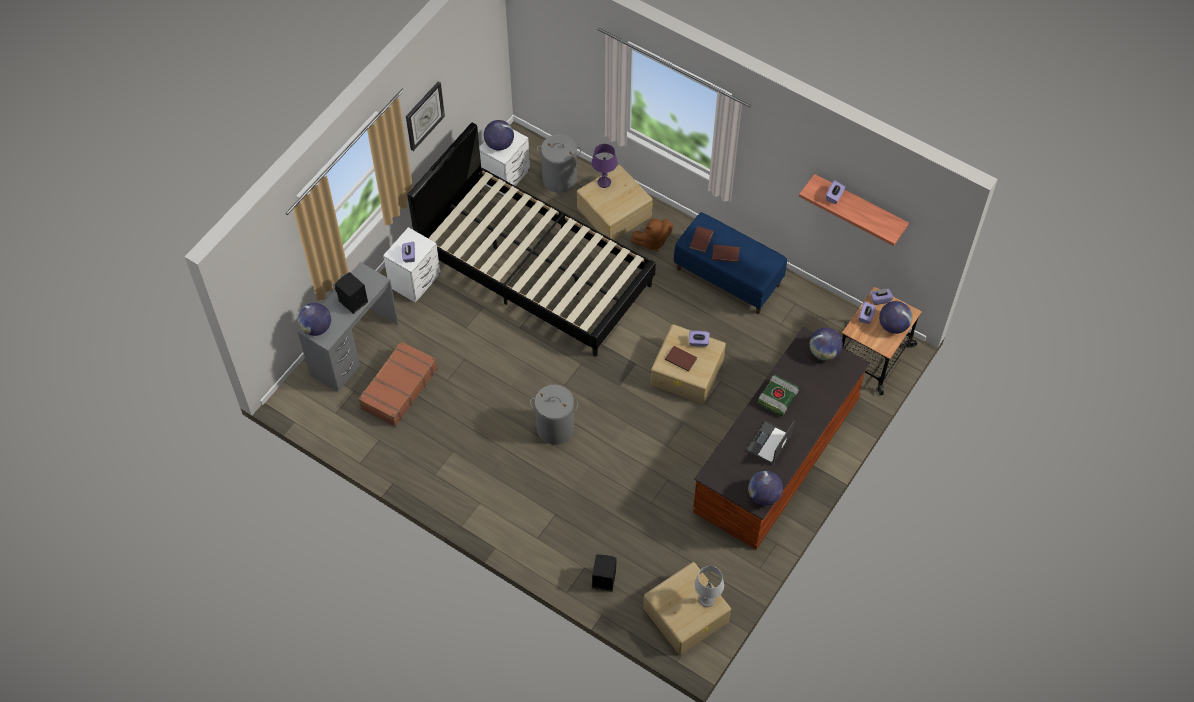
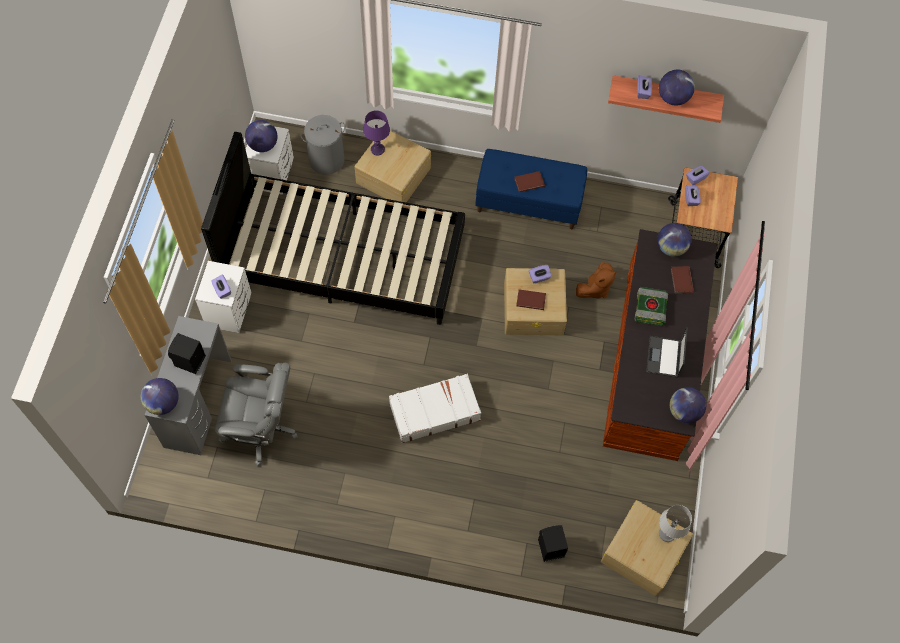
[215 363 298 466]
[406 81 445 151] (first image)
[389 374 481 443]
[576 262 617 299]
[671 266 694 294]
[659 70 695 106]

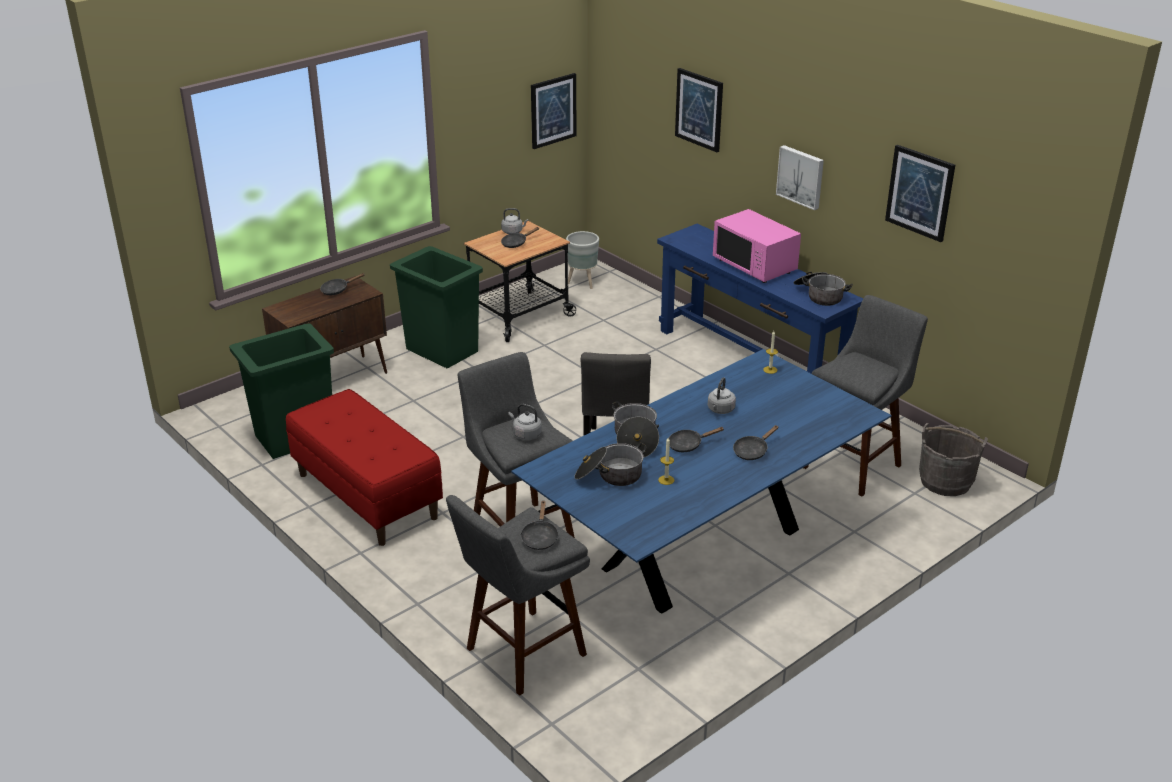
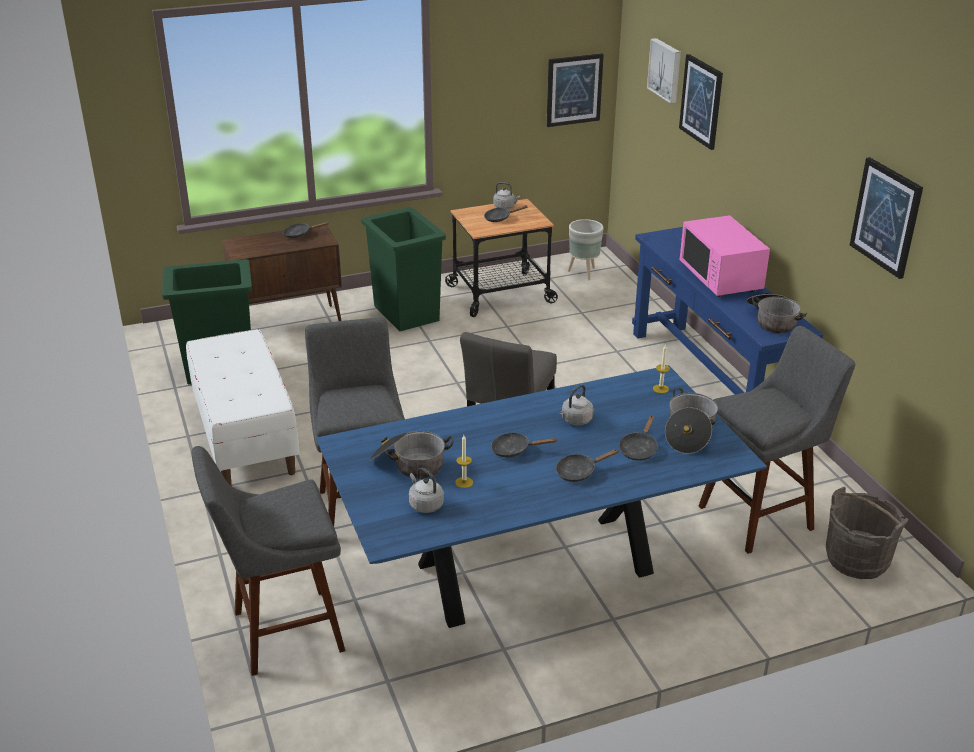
[186 329 300 486]
[409 468 444 513]
[619 415 658 461]
[665 388 718 454]
[647 38 681 103]

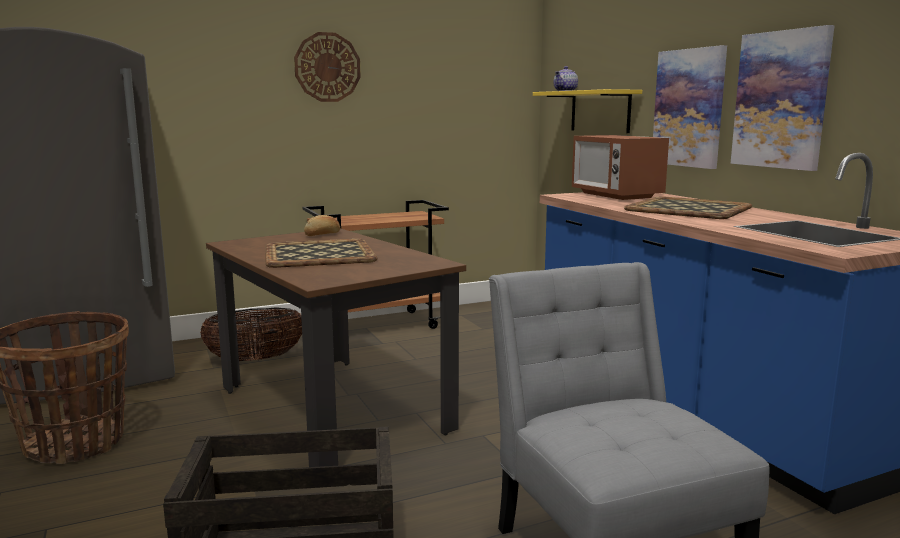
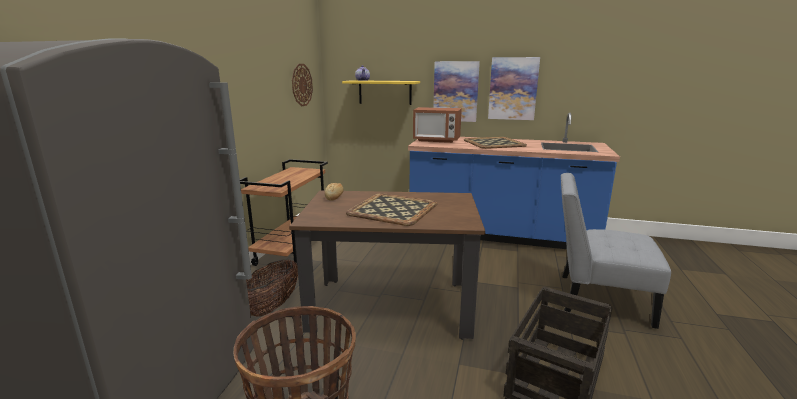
[292 64 313 106]

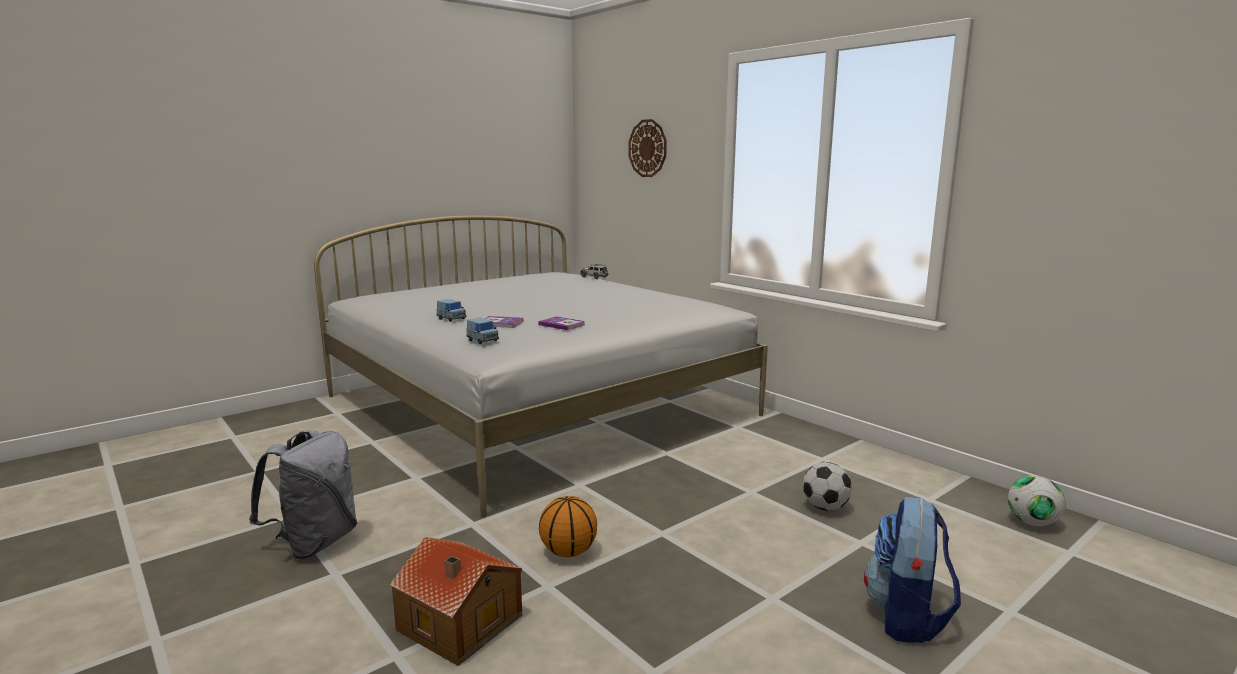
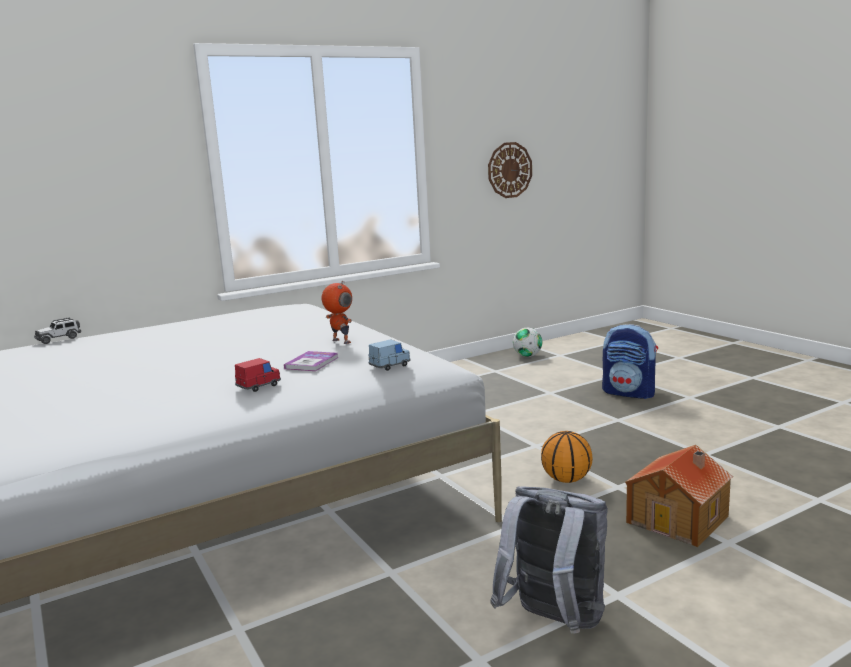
[235 358 281 392]
[322 281 352 344]
[488 142 532 198]
[803 462 852 511] (first image)

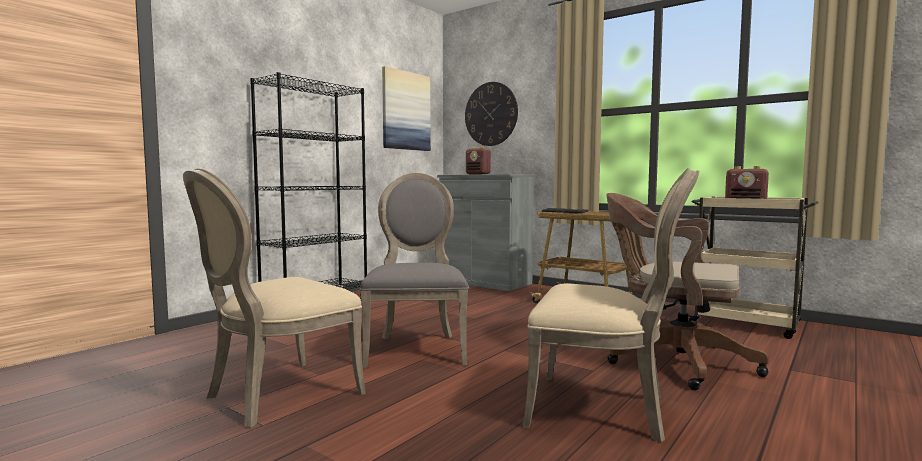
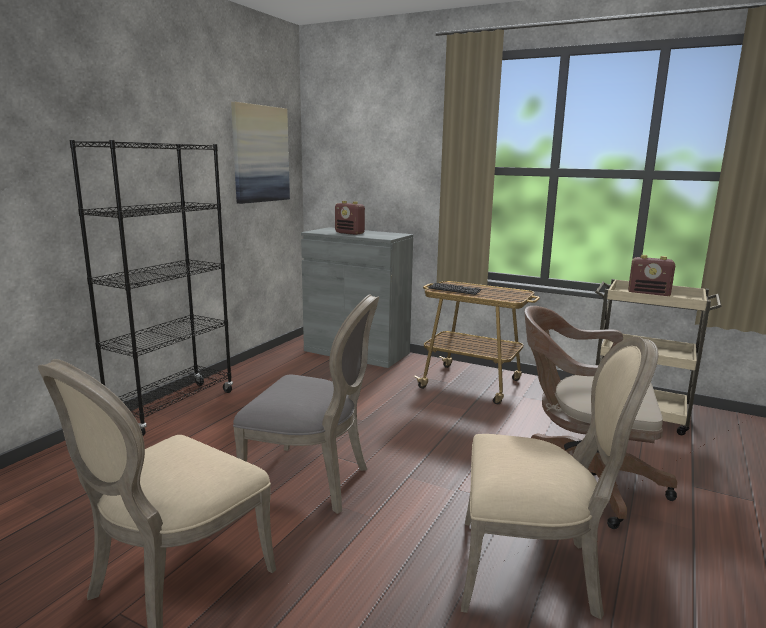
[233 294 379 514]
[465 82 518 146] (first image)

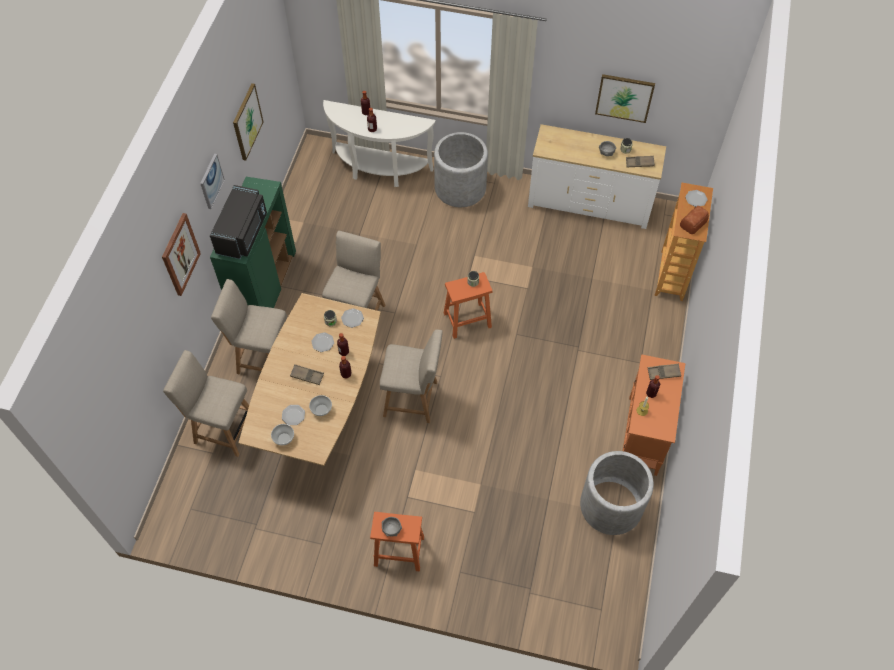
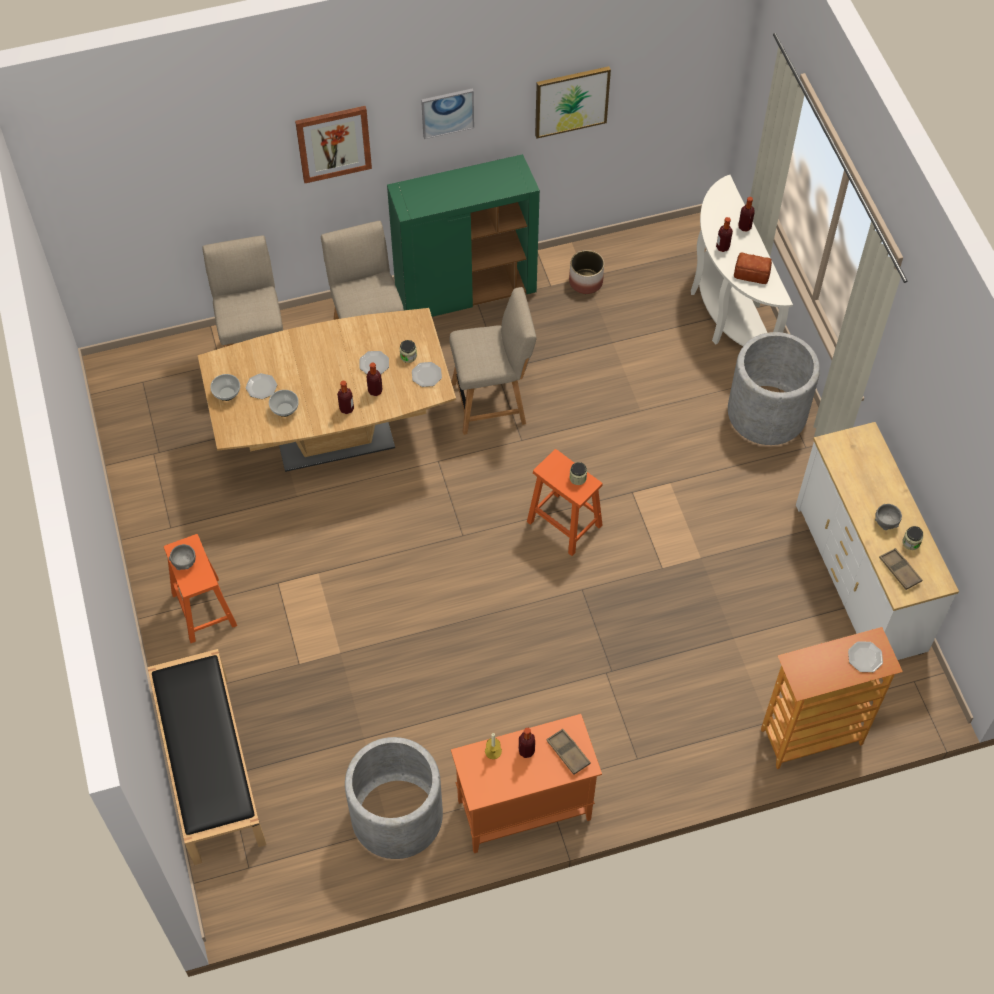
[210 185 267 259] (first image)
[290 364 324 385] (first image)
[380 329 443 423] (first image)
[595 74 655 123] (first image)
[734 252 772 284]
[147 649 266 865]
[569 250 604 294]

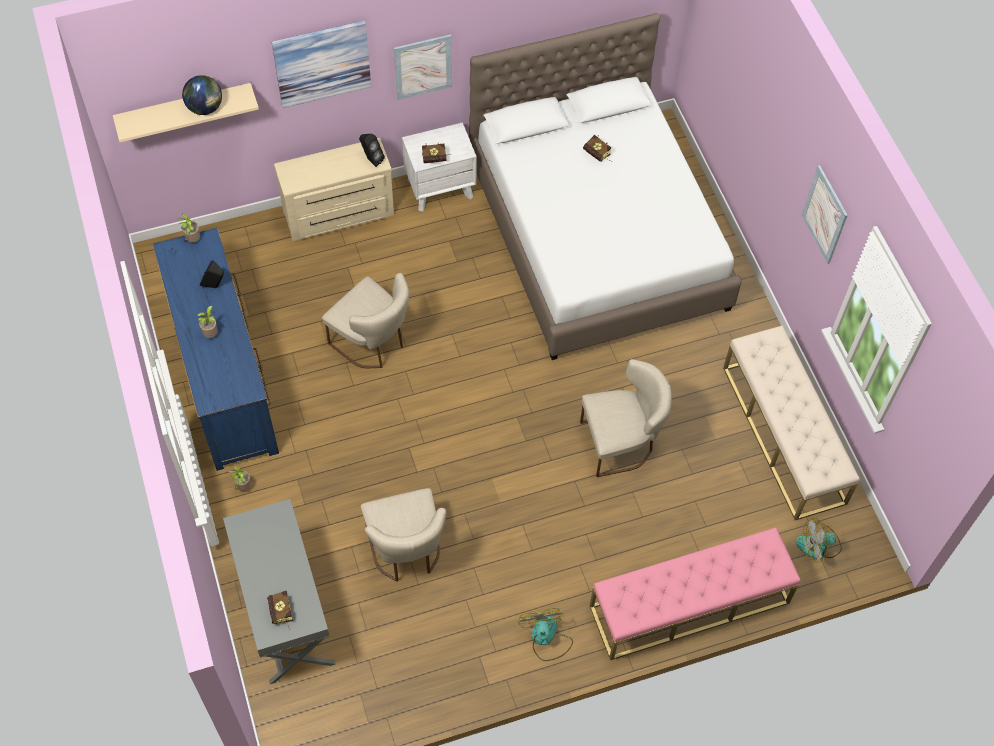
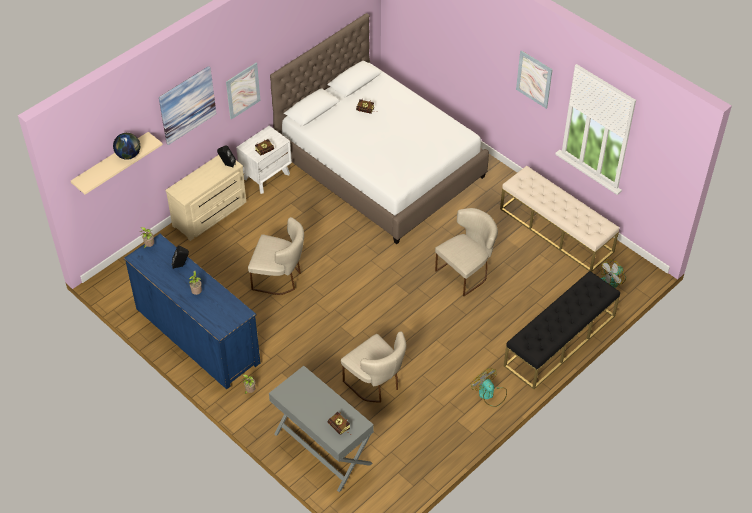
[504 271 620 389]

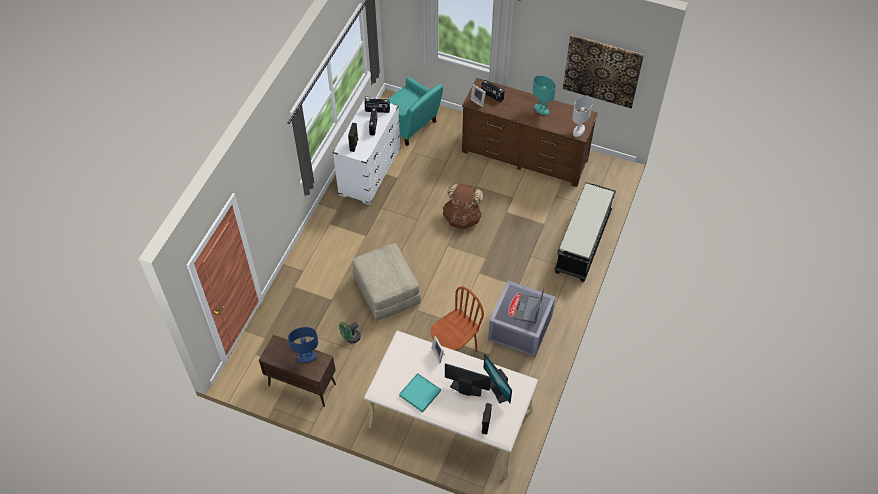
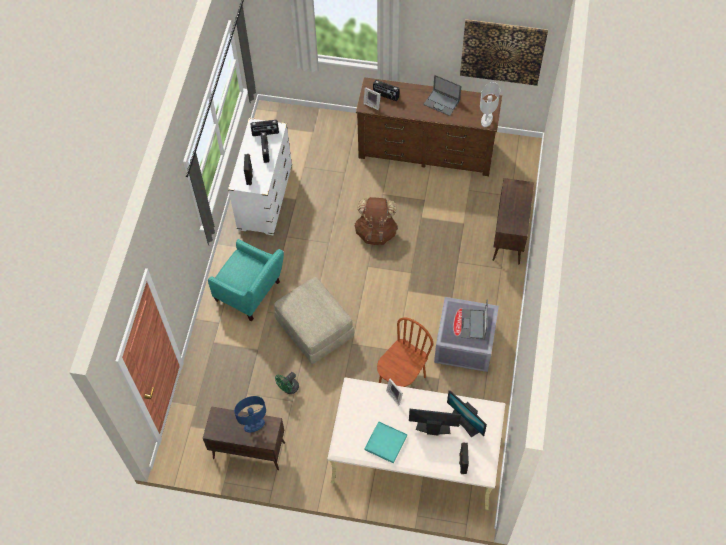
[208 239 284 322]
[423 75 461 116]
[493 178 534 264]

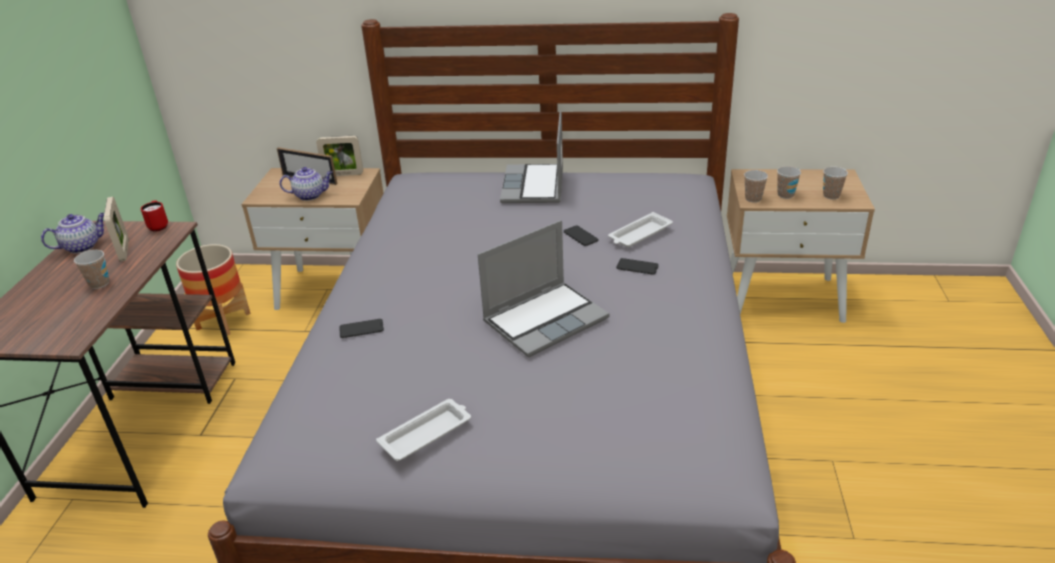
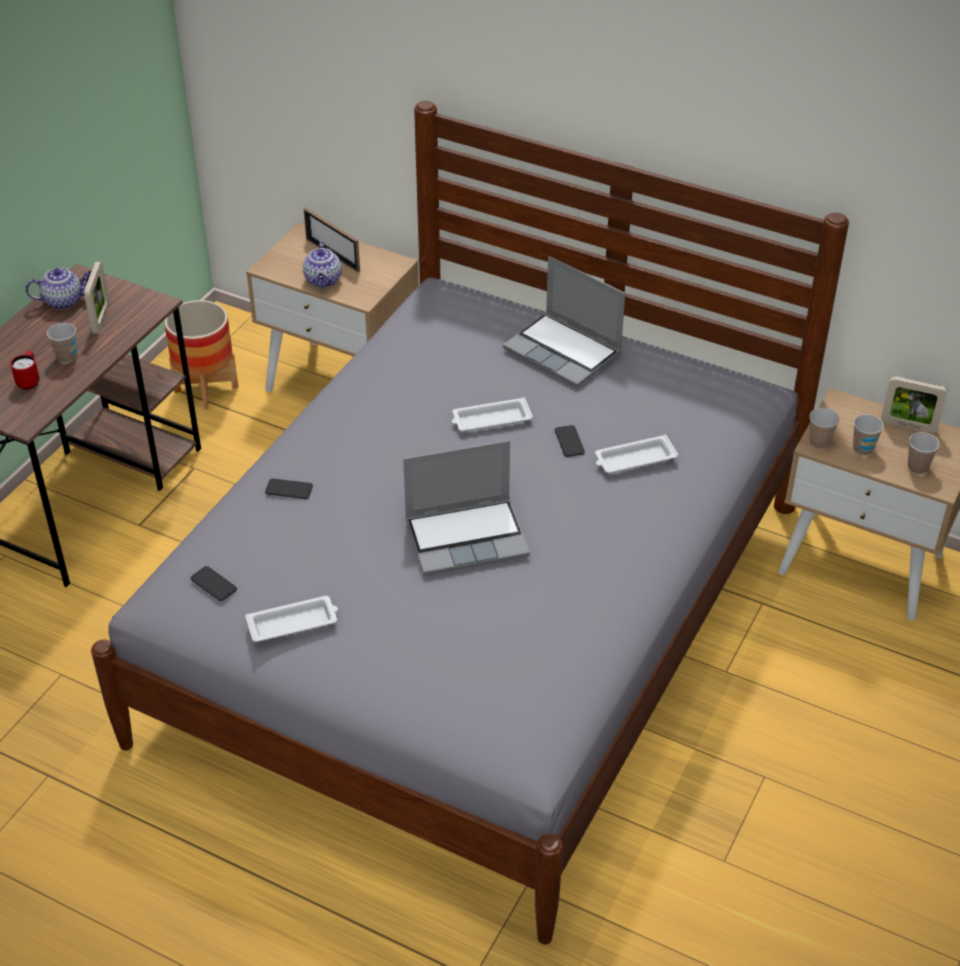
[10 351 40 390]
[303 241 342 288]
[881 376 948 433]
[503 256 625 387]
[191 566 237 601]
[452 397 533 432]

